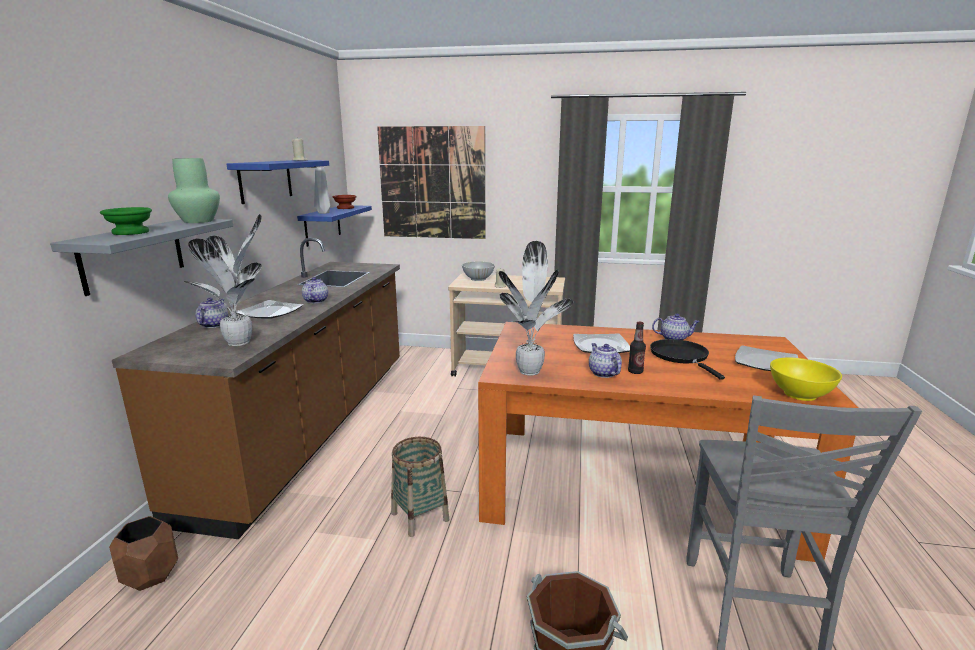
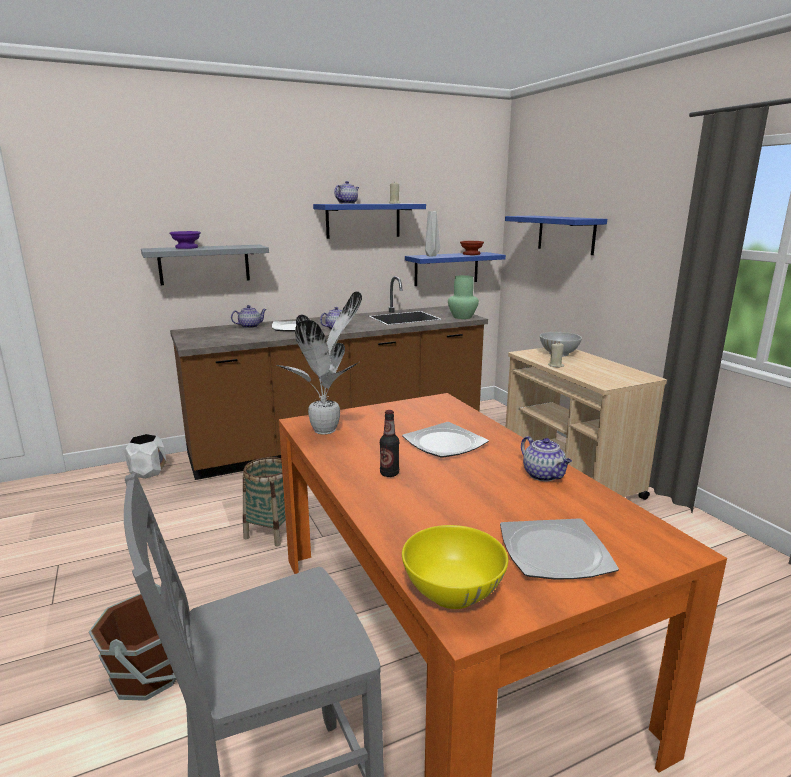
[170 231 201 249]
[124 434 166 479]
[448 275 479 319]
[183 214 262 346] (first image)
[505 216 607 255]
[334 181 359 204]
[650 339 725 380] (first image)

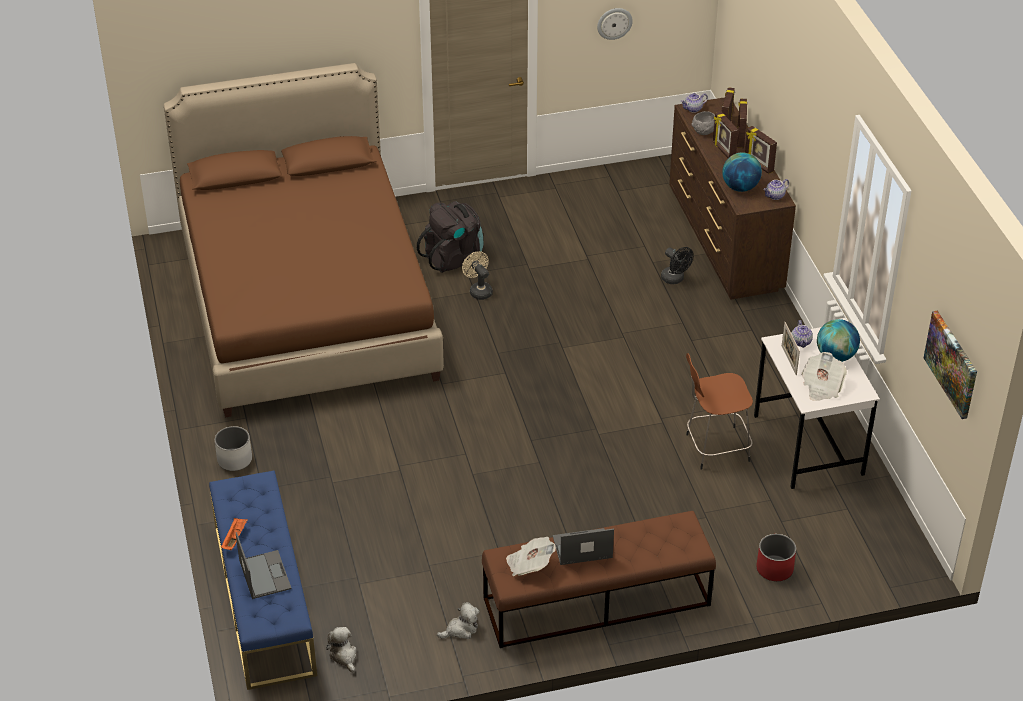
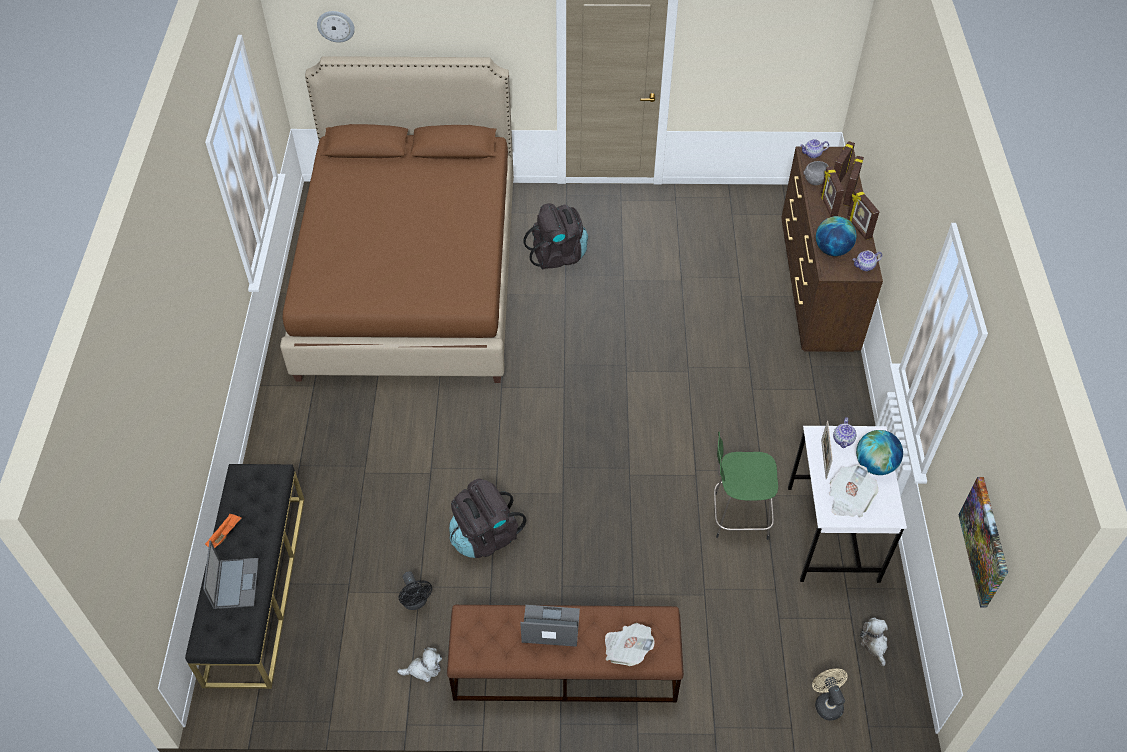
[185 464 304 689]
[215 426 252 471] (first image)
[860 617 888 666]
[812 669 848 721]
[605 623 655 666]
[317 11 355 43]
[399 572 432 610]
[714 431 778 540]
[756 534 796 582] (first image)
[449 478 526 558]

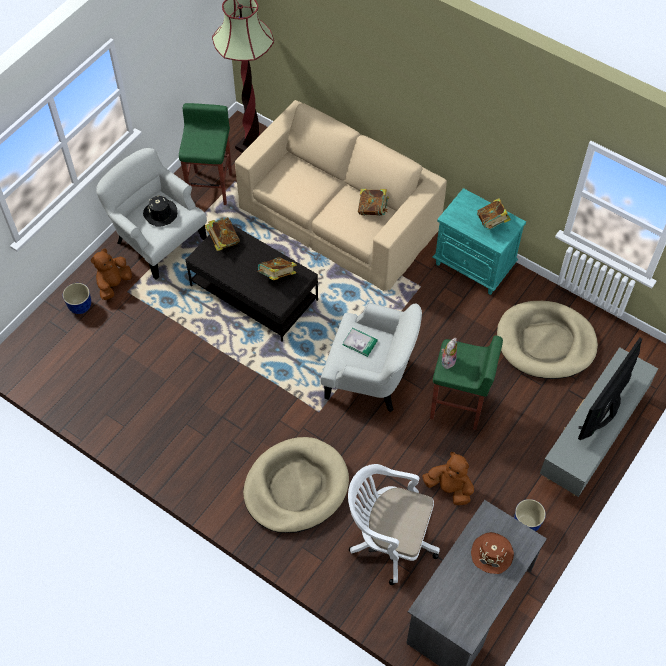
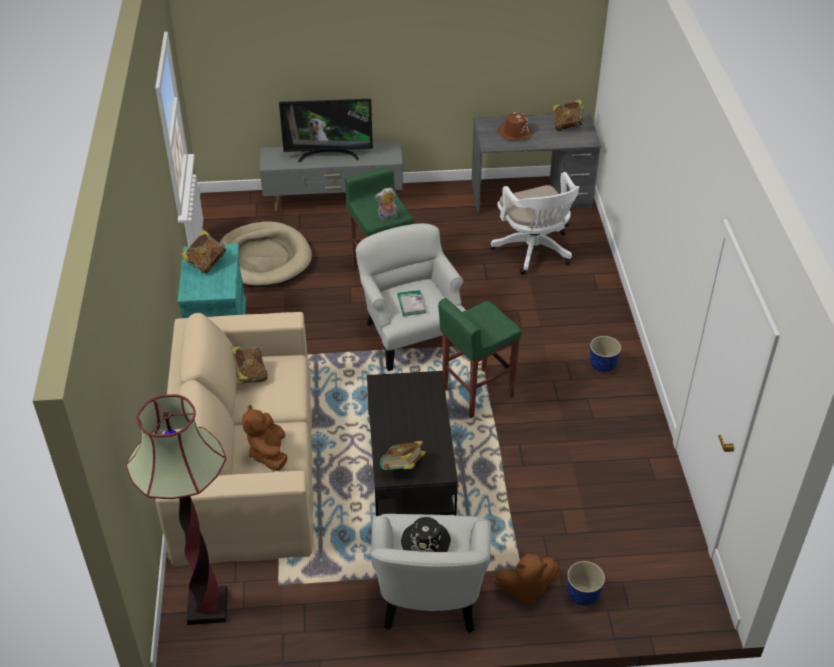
[438 298 522 418]
[243 437 349 533] (first image)
[553 100 586 131]
[242 405 288 471]
[589 336 621 372]

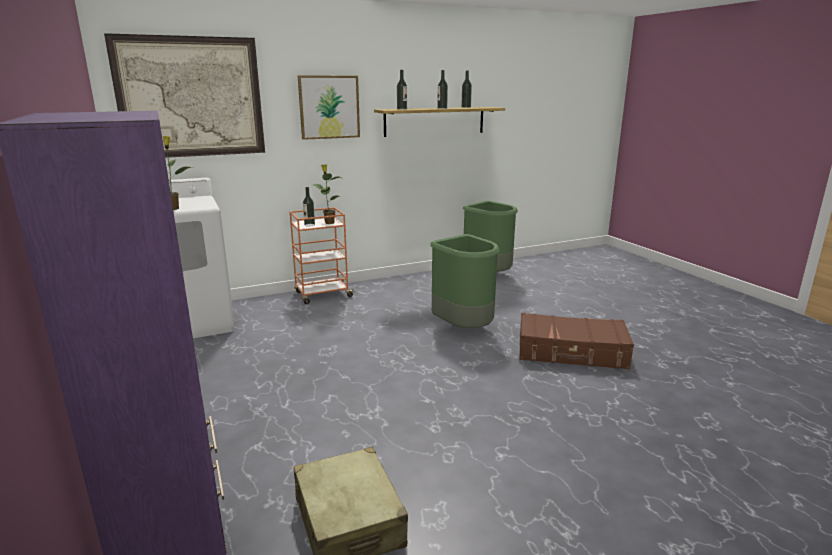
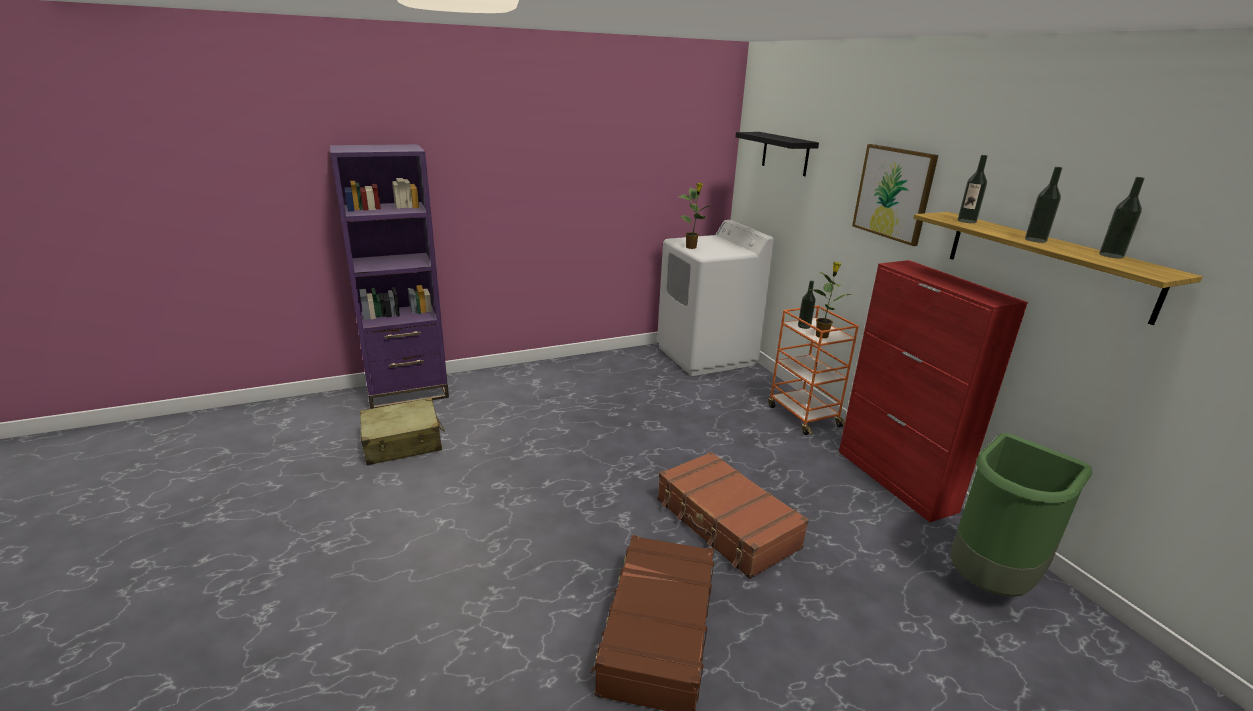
[735 132 819 176]
[657 451 809 579]
[839 260 1028 522]

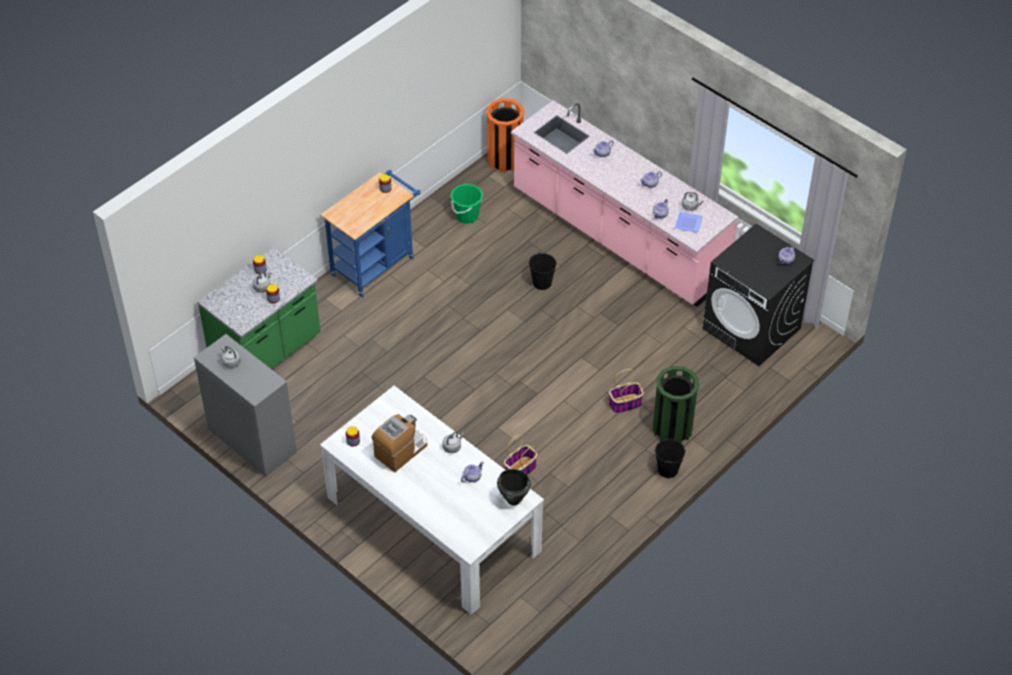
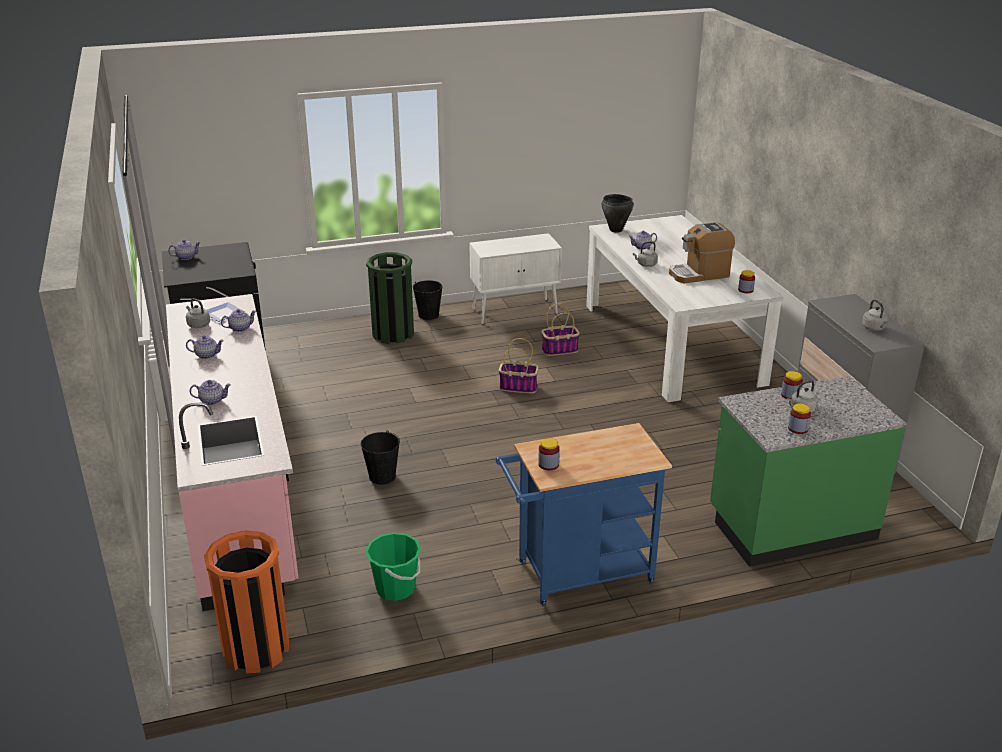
[499 338 538 393]
[469 233 562 324]

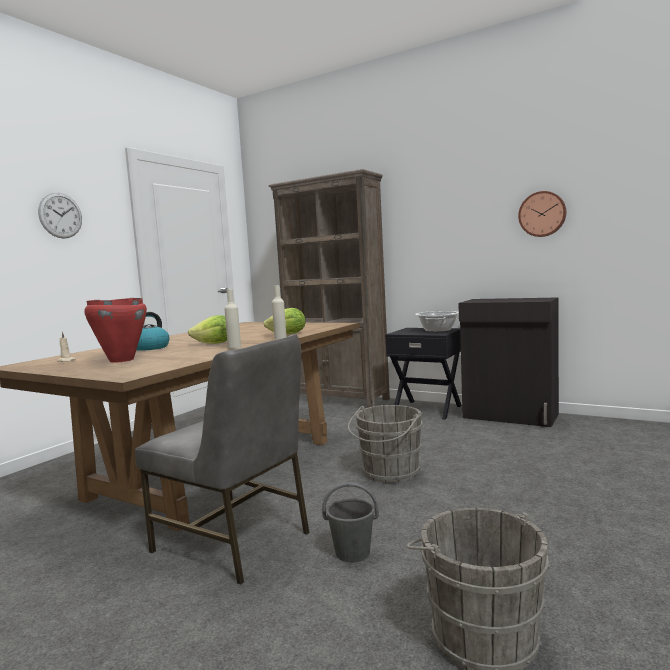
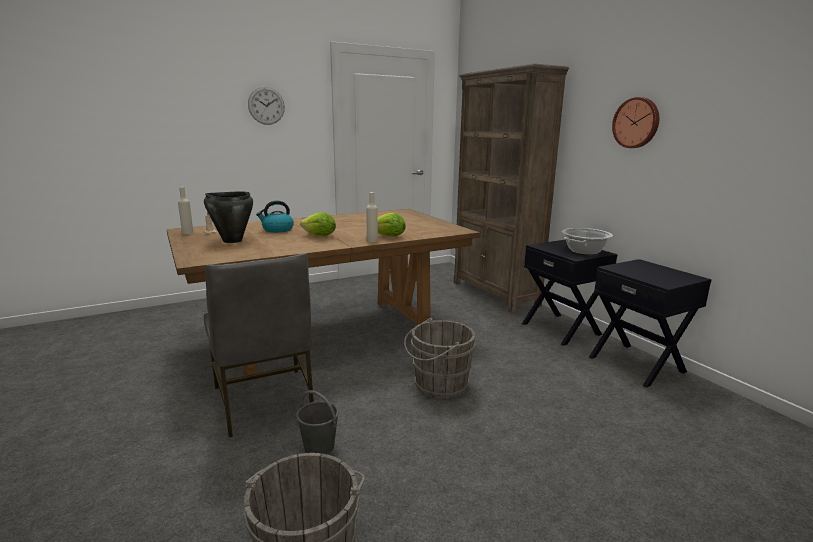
[204 192 253 243]
[178 187 194 234]
[589 259 712 388]
[612 97 659 148]

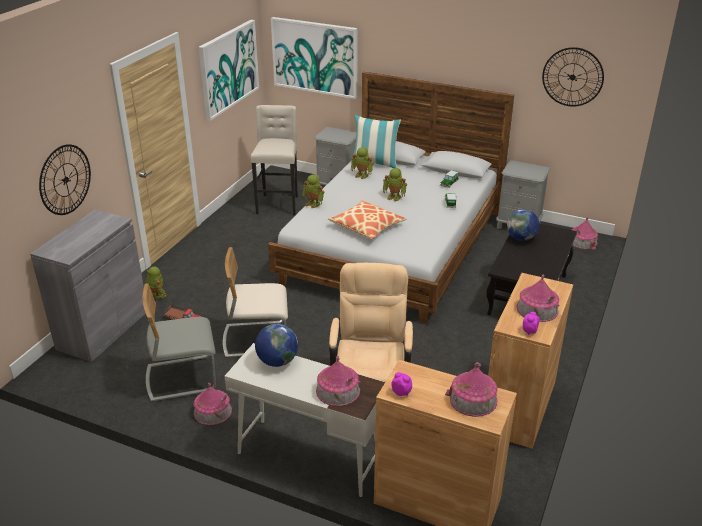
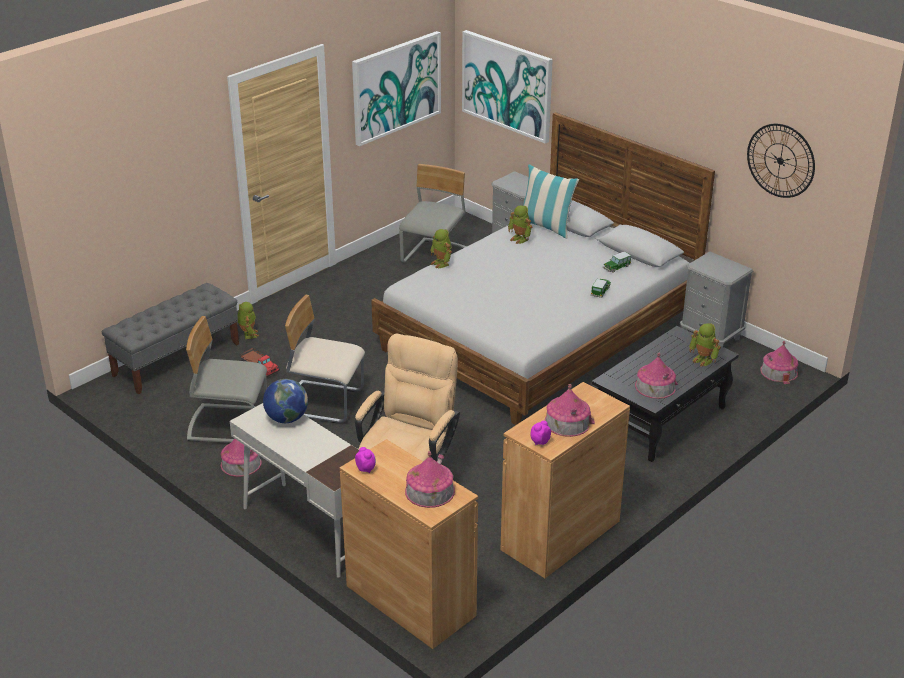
[102 283 239 394]
[39 144 91 215] (first image)
[399 164 467 262]
[635 353 678 399]
[328 200 406 239] (first image)
[689 323 721 367]
[507 209 539 241] (first image)

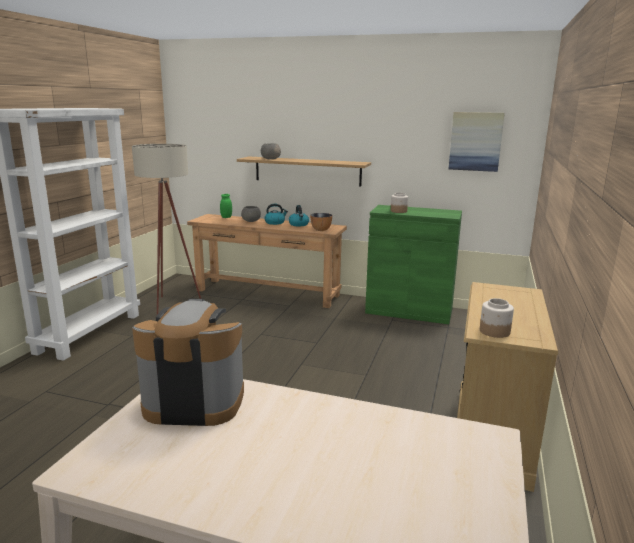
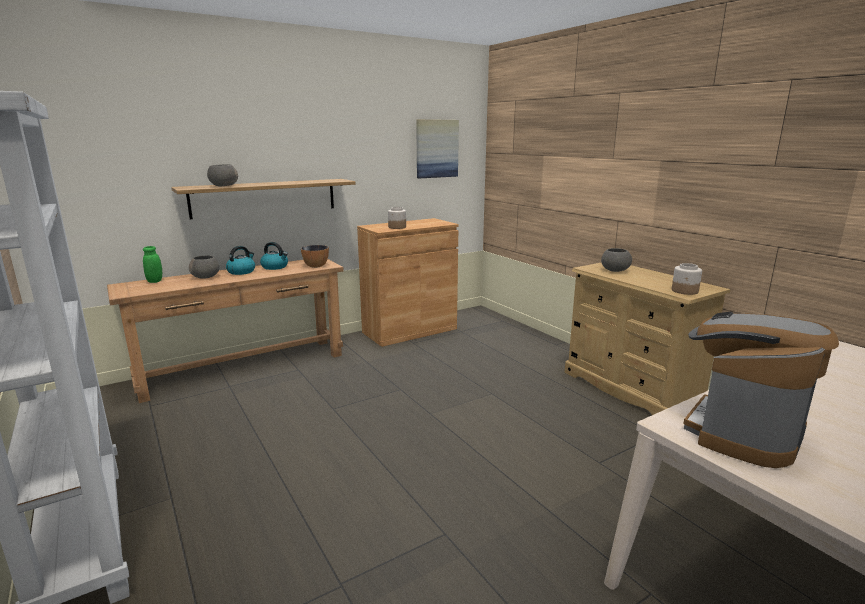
[132 144 201 315] (first image)
[357 218 459 347]
[601 248 632 272]

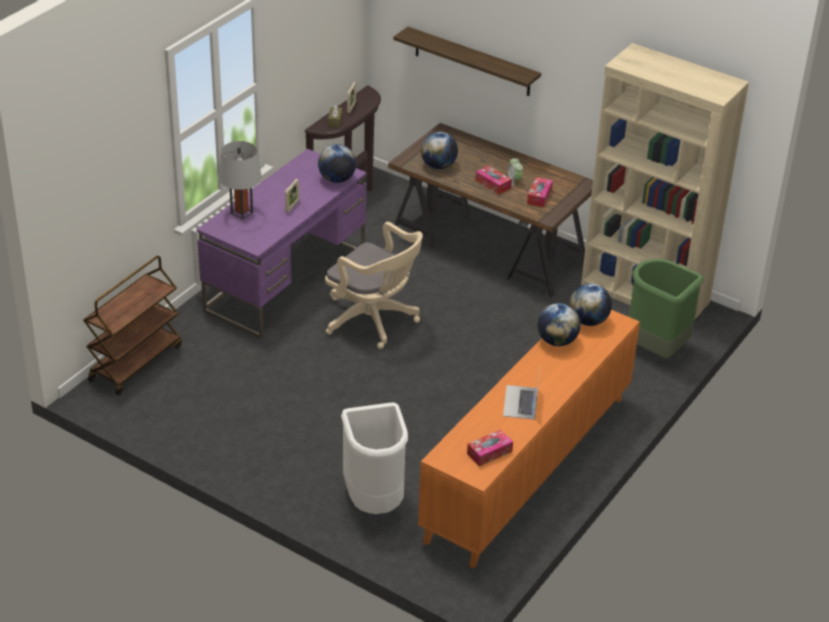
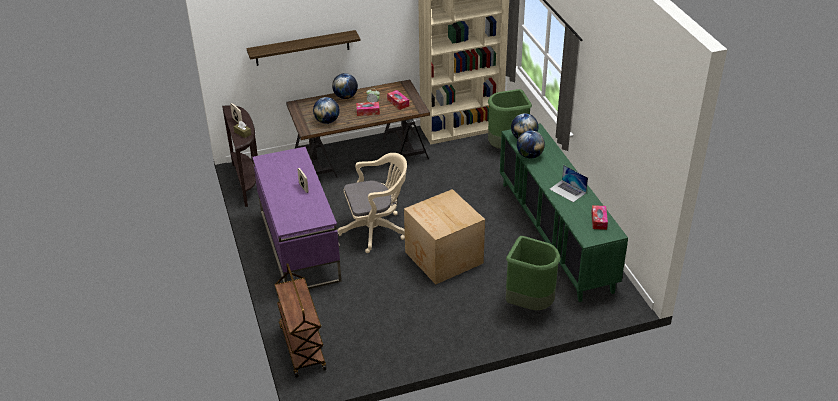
[219 141 262 220] (first image)
[332 73 358 99]
[506 236 560 310]
[500 123 628 302]
[404 189 485 285]

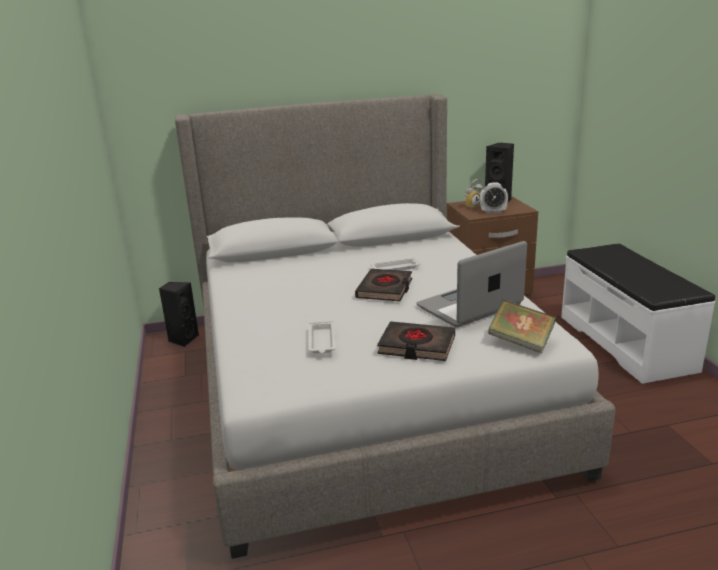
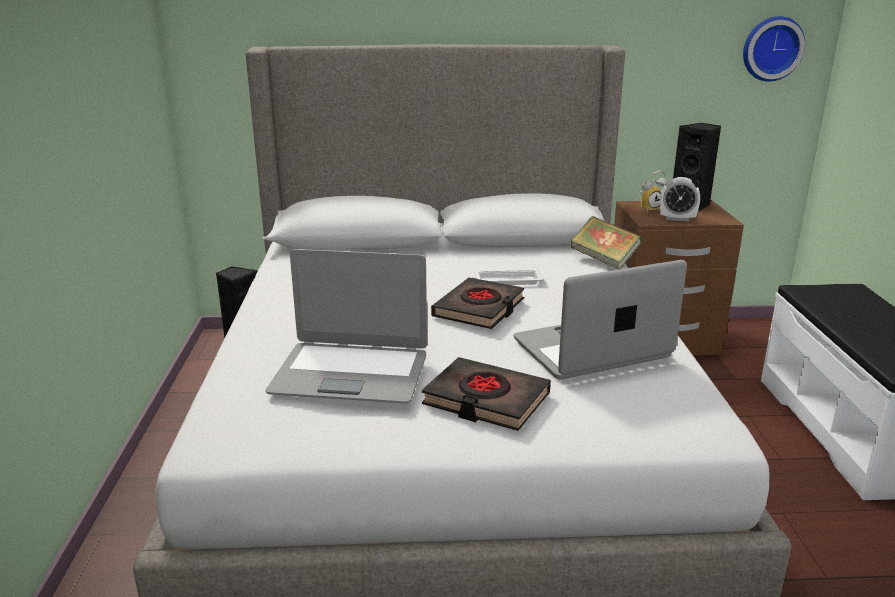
[266 249 427 403]
[571 216 642 270]
[743 16 805 81]

